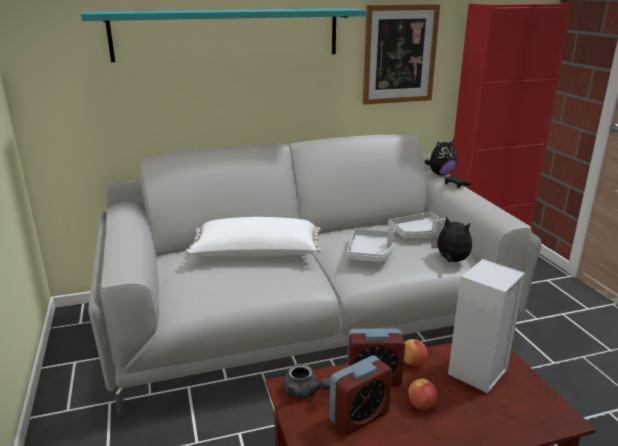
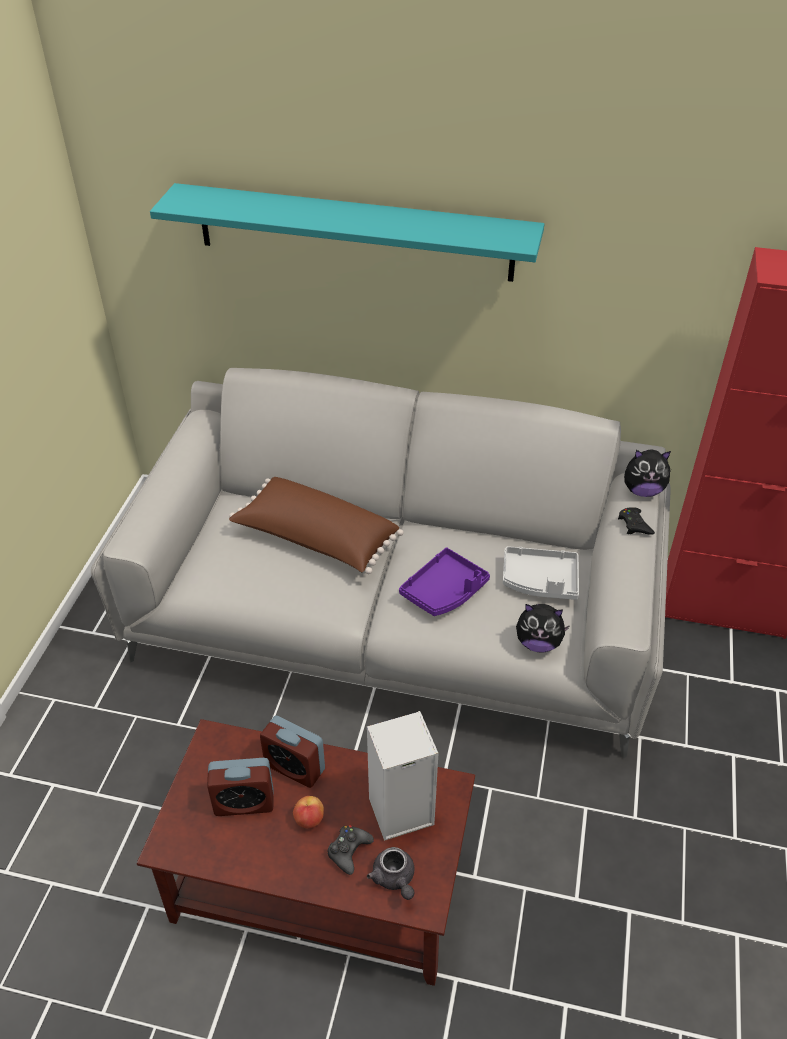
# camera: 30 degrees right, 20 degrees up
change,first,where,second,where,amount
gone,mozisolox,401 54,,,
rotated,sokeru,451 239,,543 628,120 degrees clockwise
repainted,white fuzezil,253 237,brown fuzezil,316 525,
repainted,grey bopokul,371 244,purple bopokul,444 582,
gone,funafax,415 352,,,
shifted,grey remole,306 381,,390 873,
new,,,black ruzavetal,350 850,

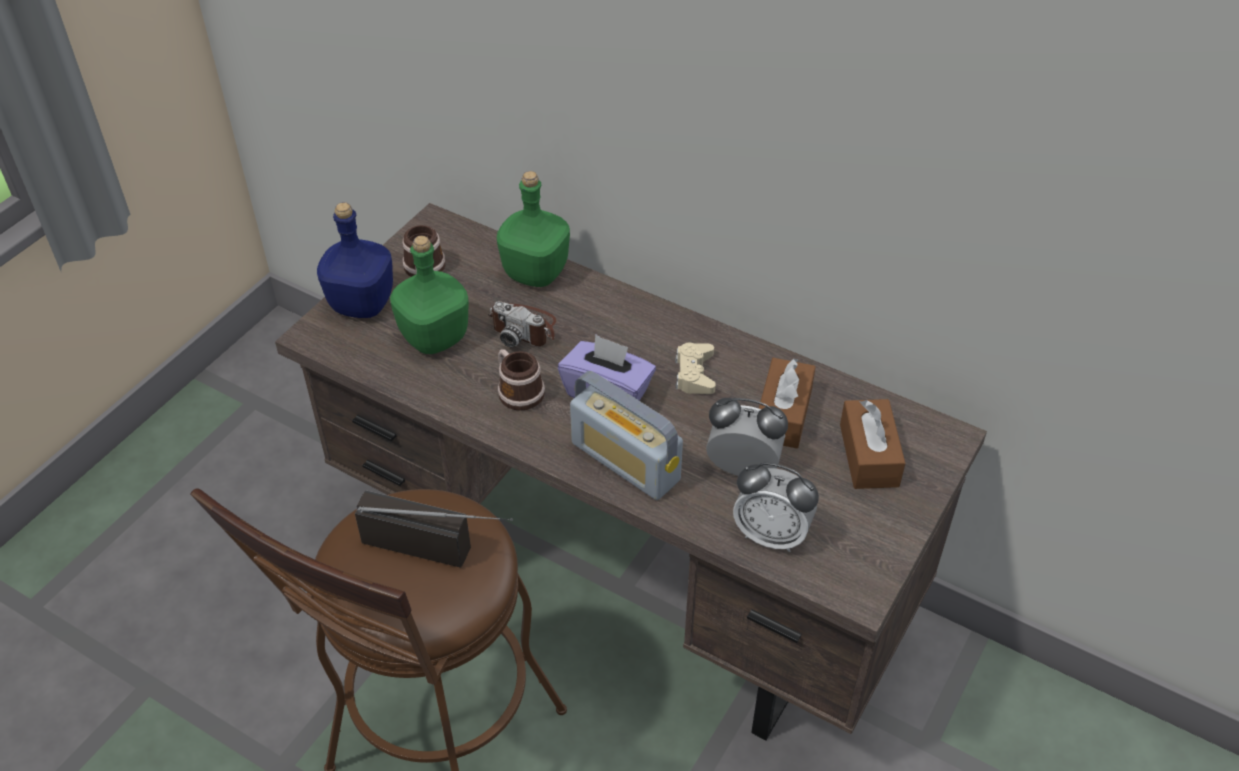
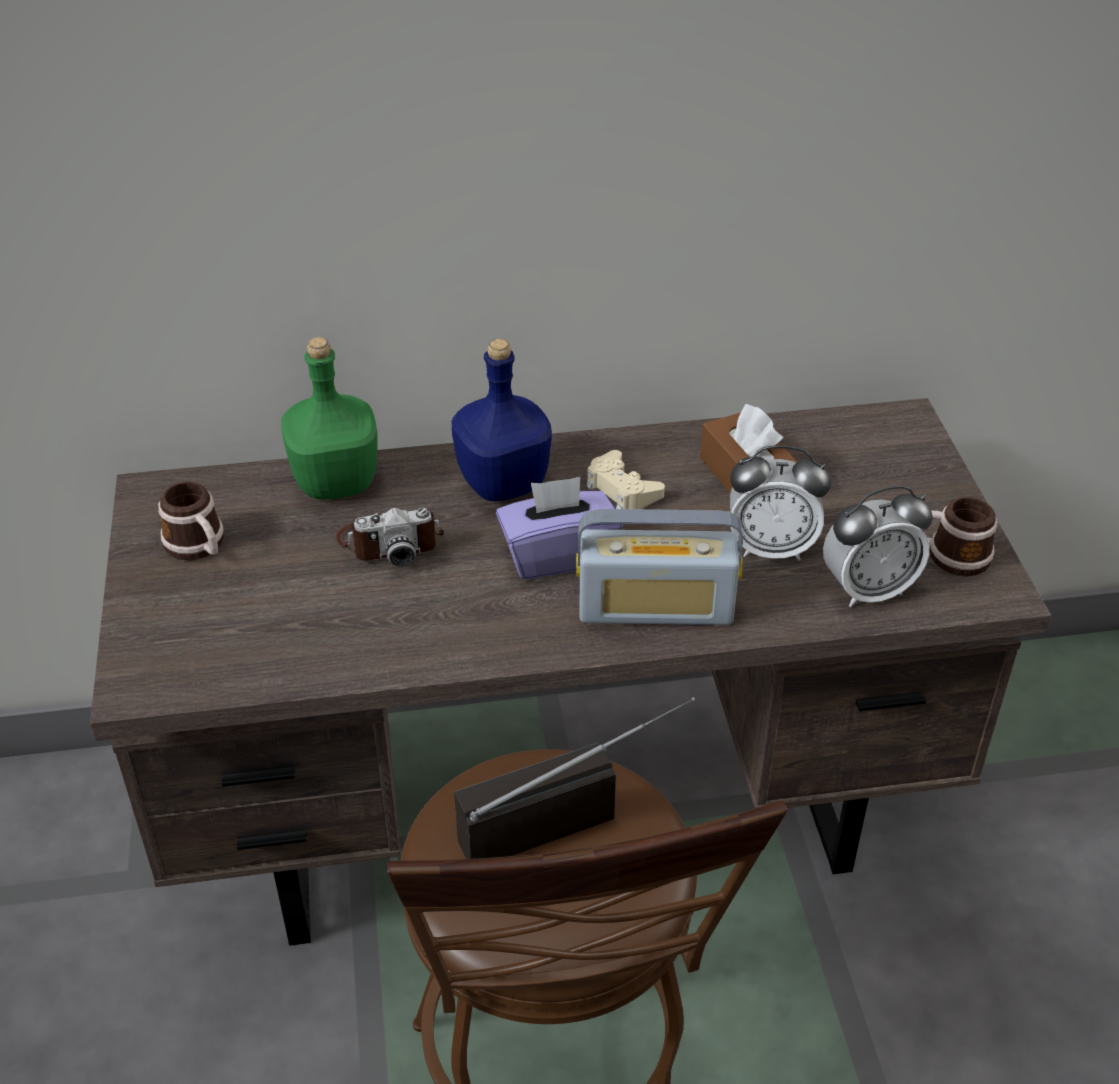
# camera: 40 degrees left, 5 degrees down
change,first,where,second,where,amount
shifted,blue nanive,355 260,,502 420,
gone,green nanive,429 295,,,
shifted,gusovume,521 380,,958 536,
rotated,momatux,747 437,,780 502,150 degrees counterclockwise
gone,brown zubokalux,872 444,,,

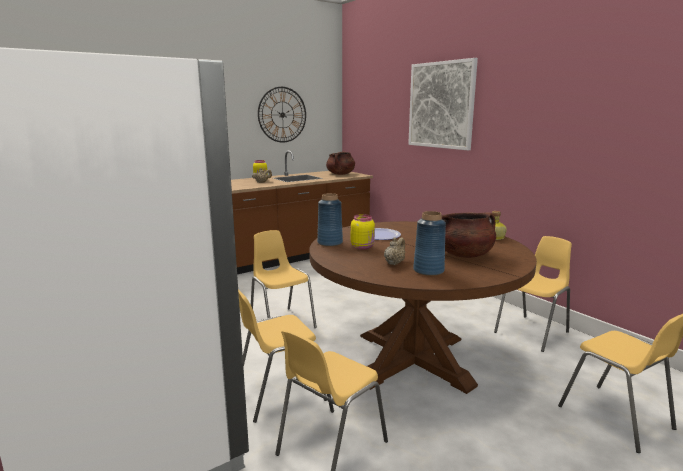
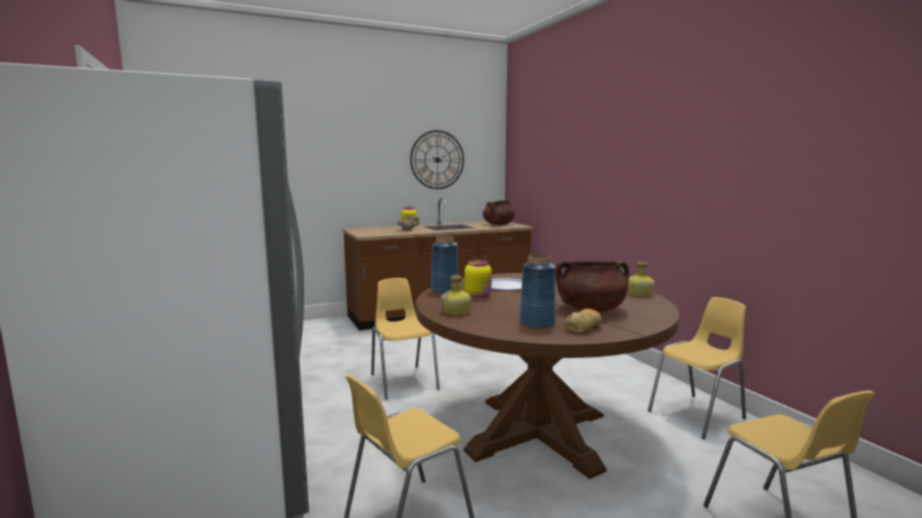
# camera: 10 degrees right, 5 degrees down
change,first,where,second,where,amount
gone,mozisolox,443 104,,,
gone,beige remole,394 251,,,
gone,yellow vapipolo,282 356,,,
new,,,nanive,456 295,
new,,,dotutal,583 321,

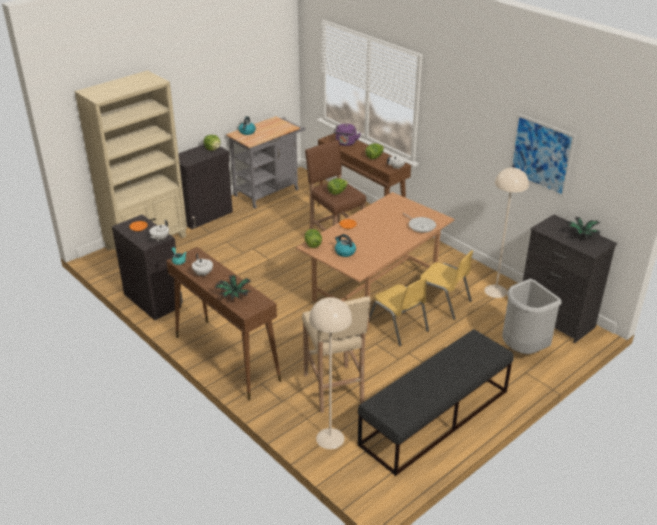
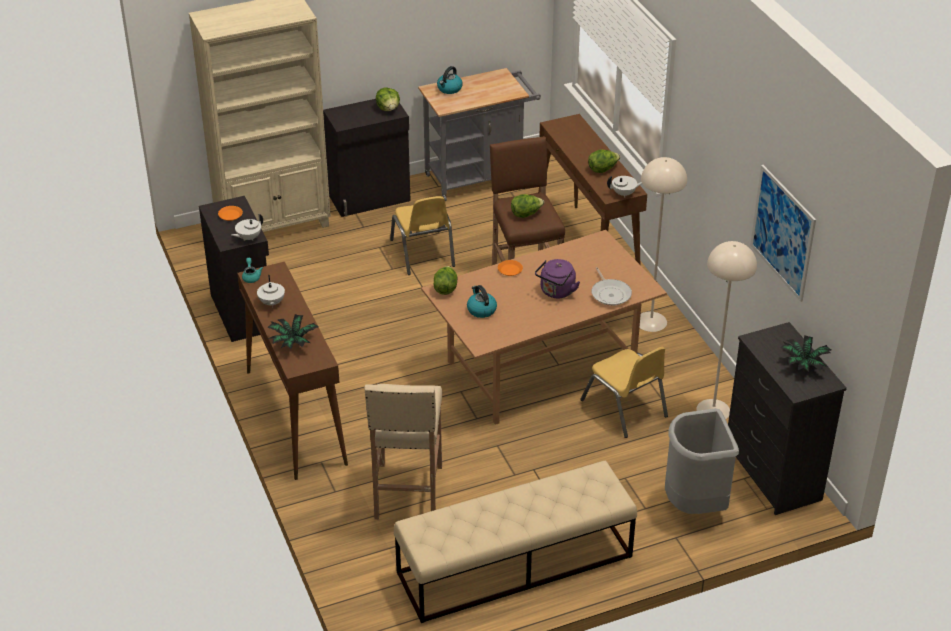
# camera: 20 degrees right, 5 degrees up
change,first,where,second,where,amount
shifted,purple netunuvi,347 135,,557 278,
shifted,yellow vapipolo,399 312,,422 235,
shifted,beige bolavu,330 373,,663 244,
repainted,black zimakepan,436 402,beige zimakepan,515 542,

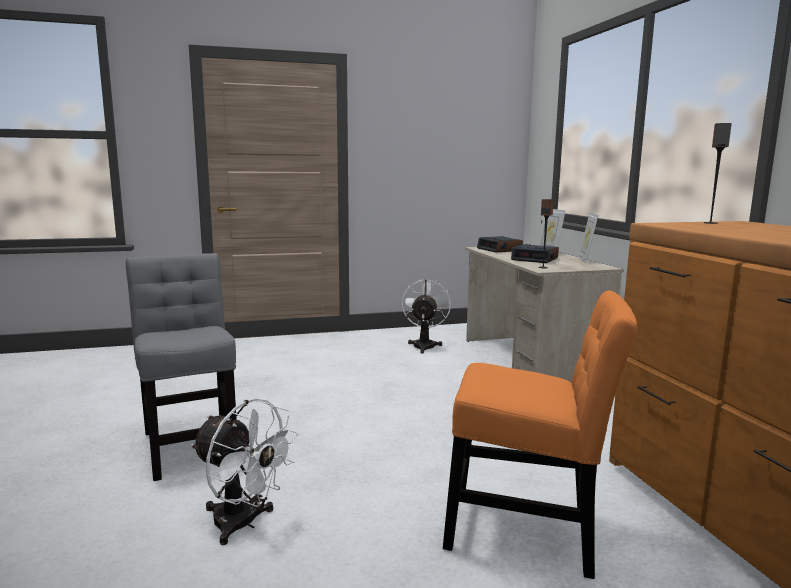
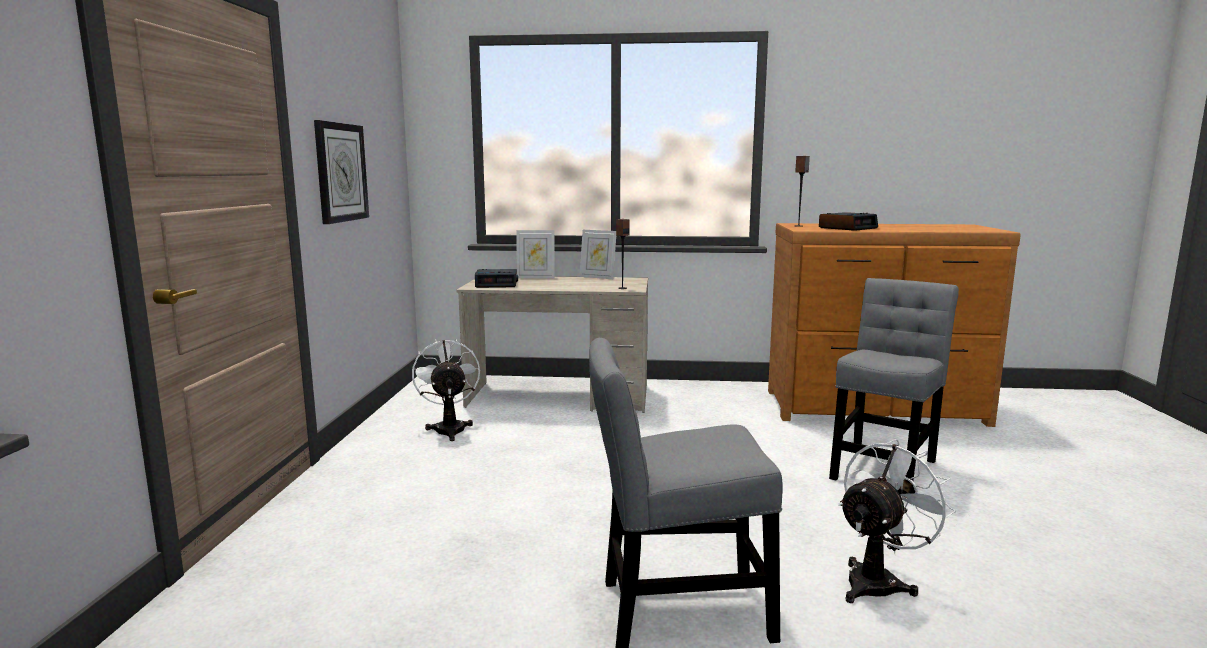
# camera: 70 degrees left, 0 degrees up
change,first,where,second,where,amount
shifted,momatux,535 253,,848 221,
rotated,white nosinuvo,426 316,,446 390,45 degrees clockwise
repainted,orange vapipolo,540 434,grey vapipolo,894 379,
new,,,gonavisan,341 172,

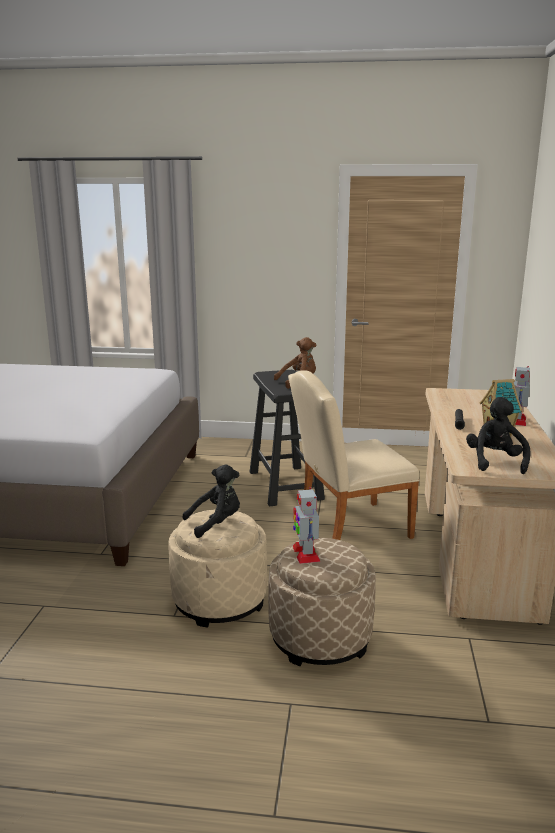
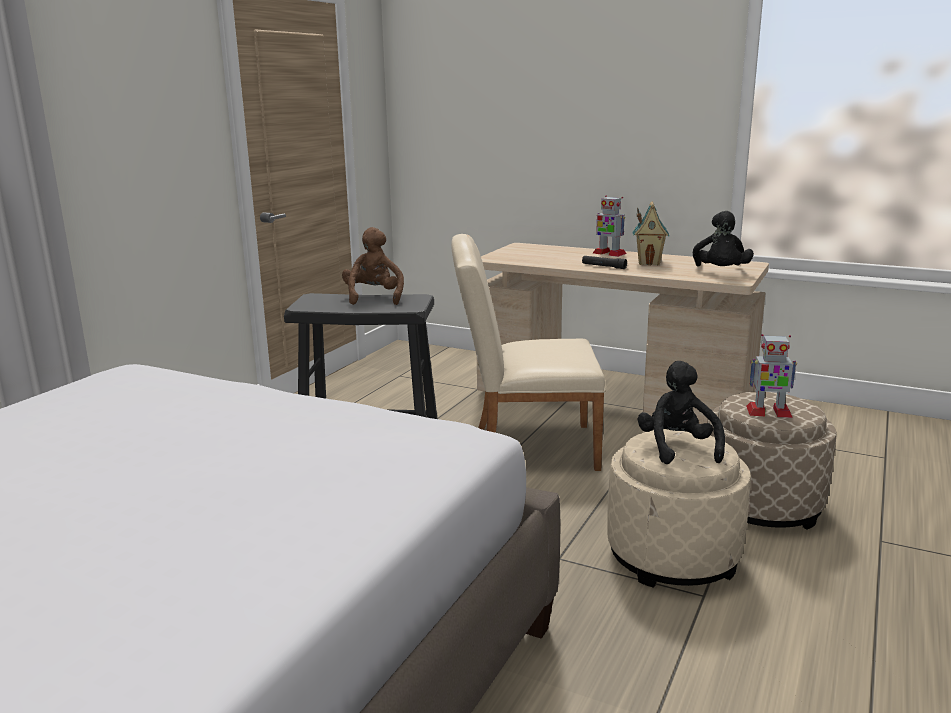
# camera: 70 degrees left, 0 degrees up
change,first,where,second,where,amount
rotated,beige vapipolo,354 455,,528 352,90 degrees clockwise
rotated,black sokeru,498 435,,723 239,105 degrees counterclockwise

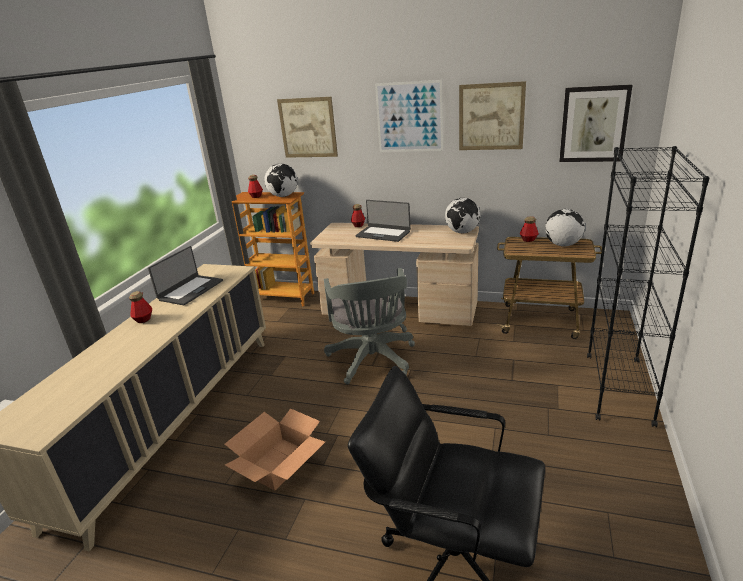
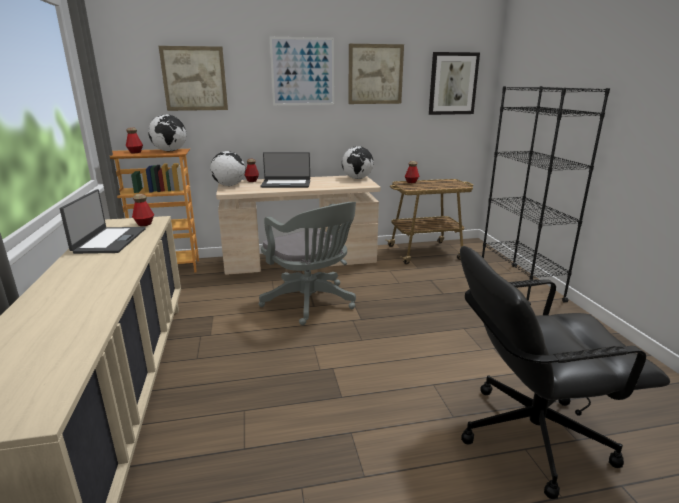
# camera: 30 degrees left, 5 degrees down
change,first,where,second,where,amount
shifted,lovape,565 227,,227 168,
shifted,nanive,140 307,,143 210,
gone,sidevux,275 450,,,

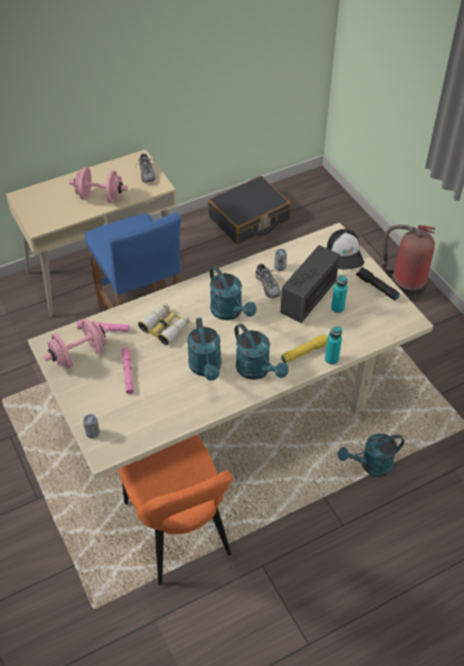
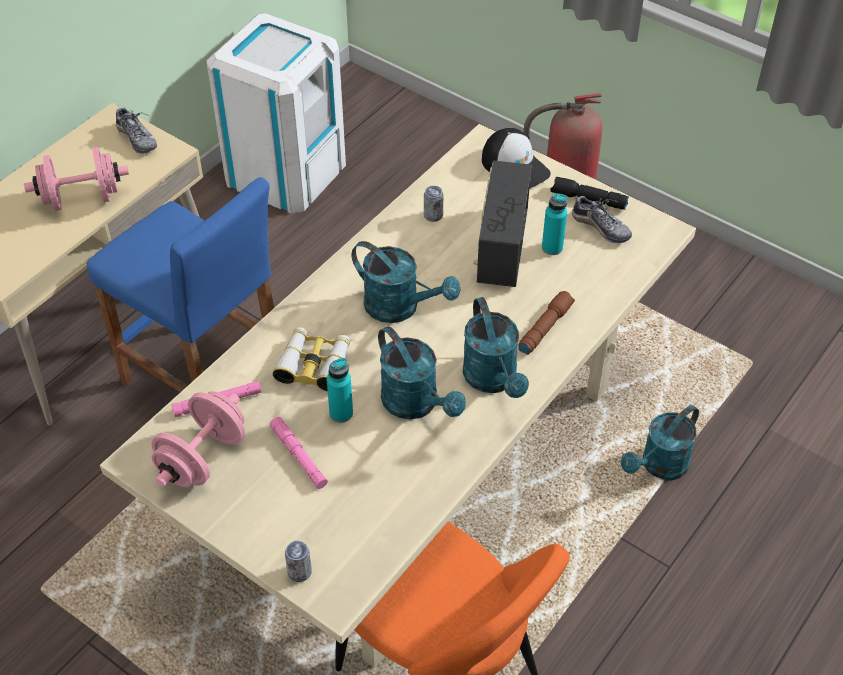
# camera: 25 degrees left, 0 degrees up
change,first,where,second,where,amount
swapped,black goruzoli,249 210,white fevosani,276 113,
shifted,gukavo,268 281,,602 219,
rotated,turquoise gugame,261 352,,496 347,45 degrees clockwise
shifted,turquoise nanive,333 345,,339 390,
repainted,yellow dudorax,304 348,brown dudorax,546 323,

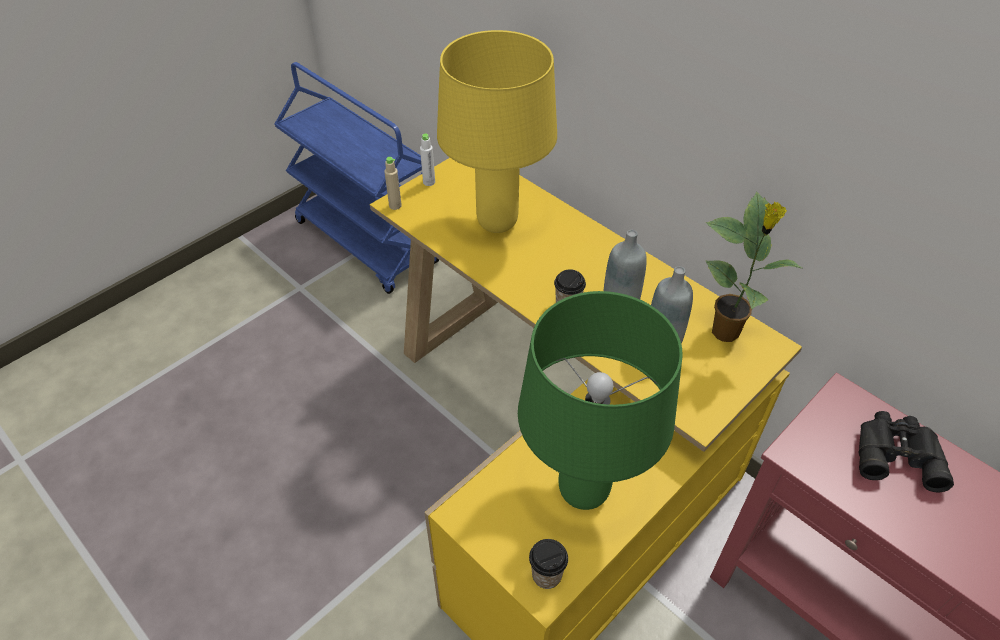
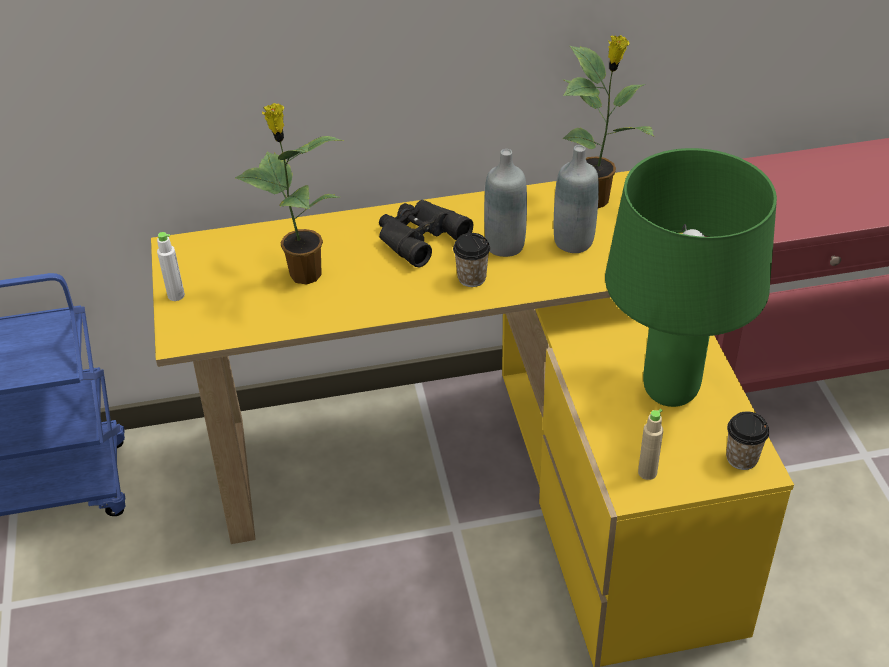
# camera: 55 degrees left, 5 degrees down
change,first,where,second,where,amount
swapped,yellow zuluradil,497 131,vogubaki,289 194,
shifted,beige nanive,393 183,,650 444,
shifted,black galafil,906 451,,426 234,

